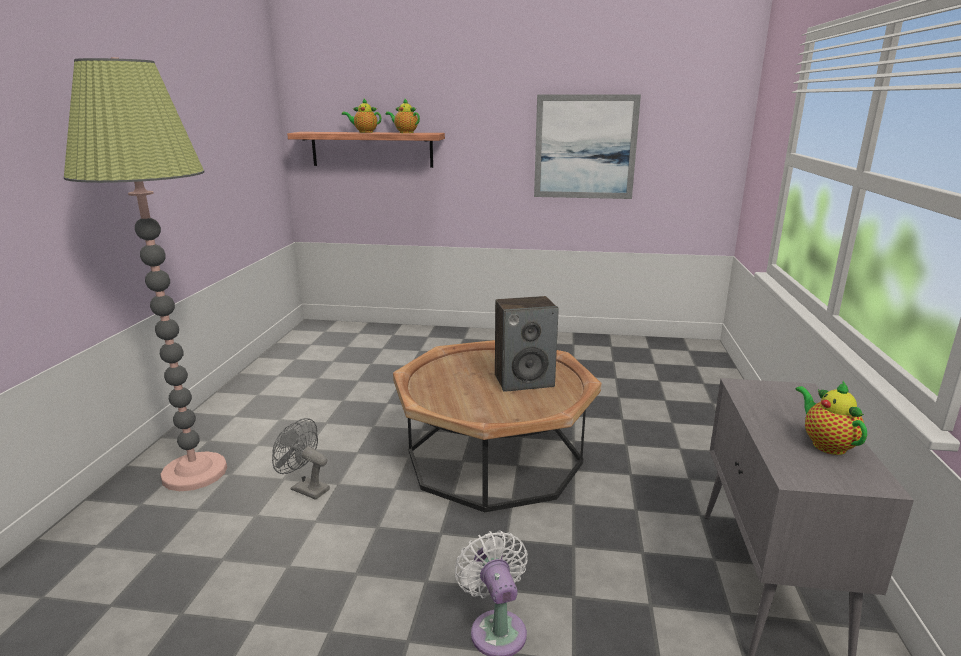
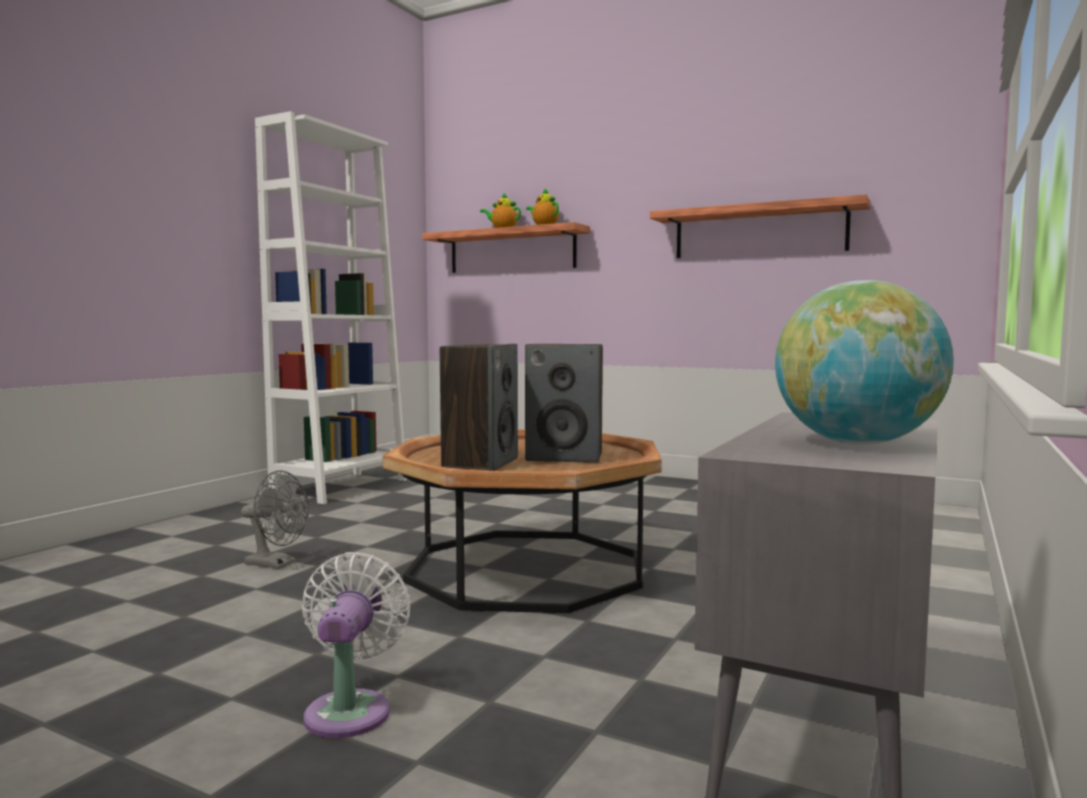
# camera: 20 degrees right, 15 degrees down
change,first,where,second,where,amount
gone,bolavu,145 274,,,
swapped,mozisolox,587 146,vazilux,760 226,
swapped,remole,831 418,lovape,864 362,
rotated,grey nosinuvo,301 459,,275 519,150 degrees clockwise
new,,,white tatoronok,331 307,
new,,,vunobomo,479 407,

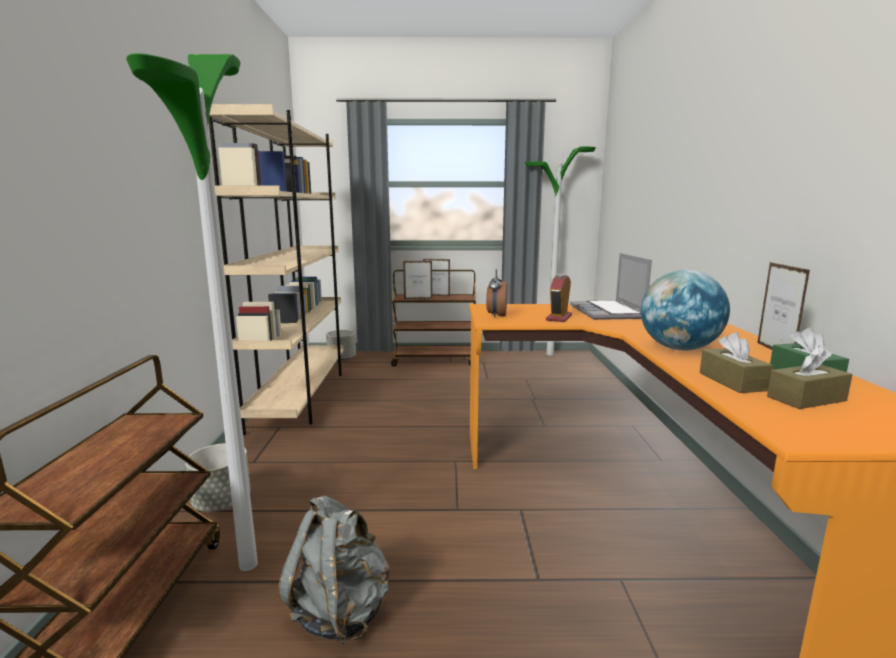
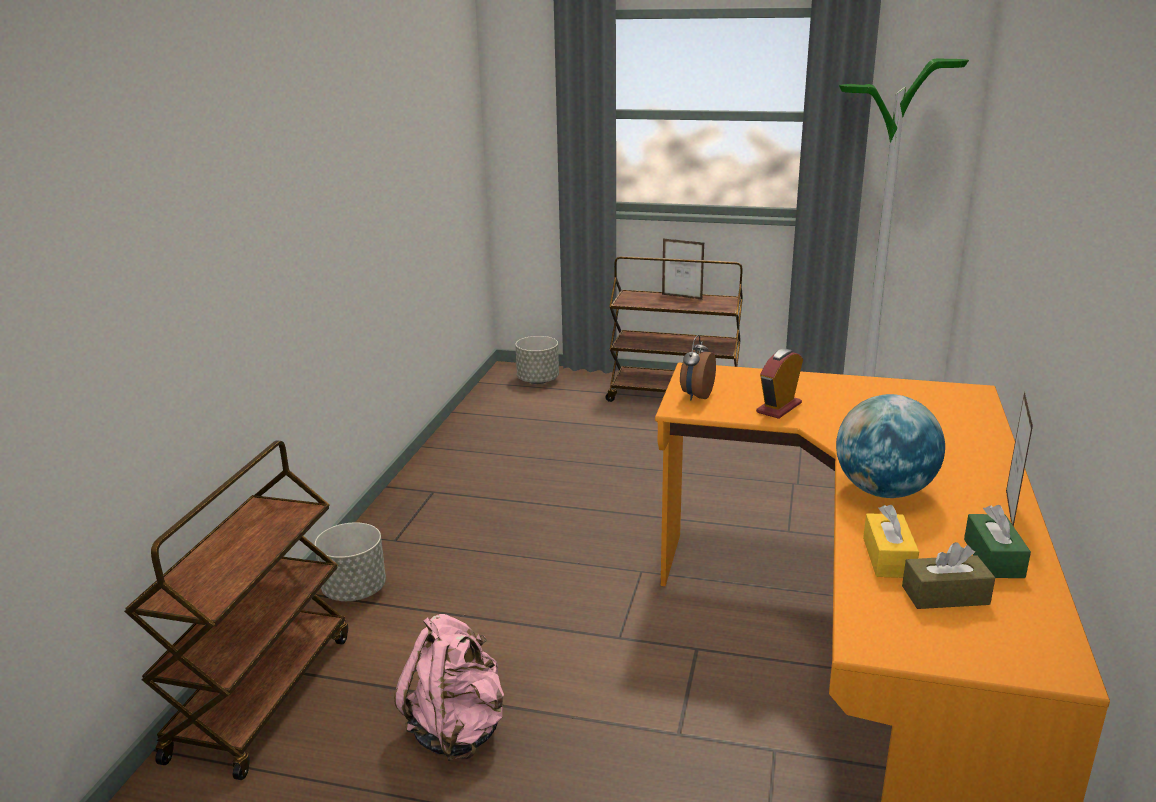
# camera: 15 degrees right, 10 degrees up
change,first,where,second,where,amount
gone,bolavu,192 312,,,
gone,beige tatoronok,276 269,,,
gone,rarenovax,611 286,,,
gone,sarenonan,417 280,,,
repainted,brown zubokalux,736 362,yellow zubokalux,891 541,
repainted,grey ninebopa,334 570,pink ninebopa,449 687,

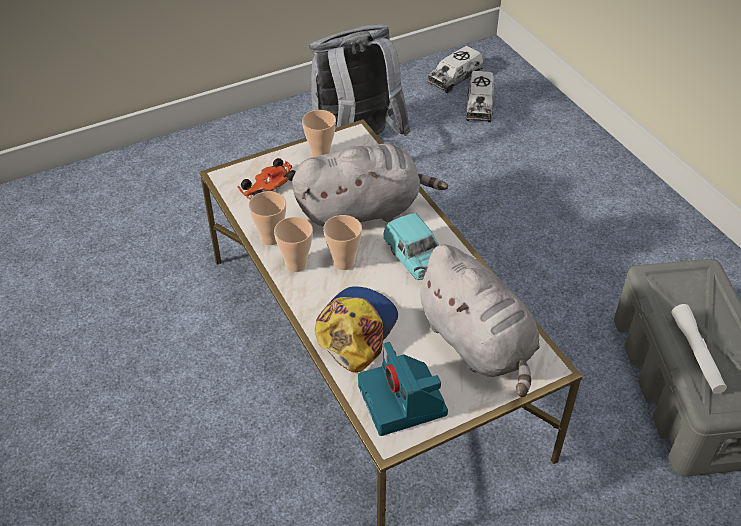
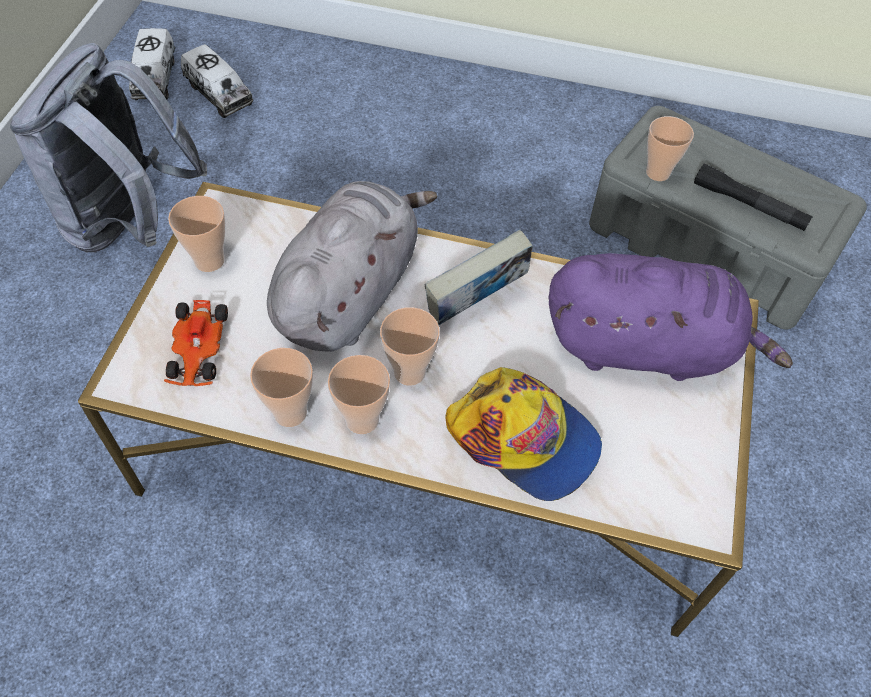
# camera: 50 degrees left, 10 degrees up
change,first,where,second,where,amount
swapped,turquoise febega,411 246,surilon,479 277,
repainted,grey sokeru,477 320,purple sokeru,670 317,
rotated,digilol,356 329,,523 434,150 degrees clockwise
repainted,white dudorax,699 349,black dudorax,753 197,
gone,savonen,403 389,,,
new,,,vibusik,670 148,

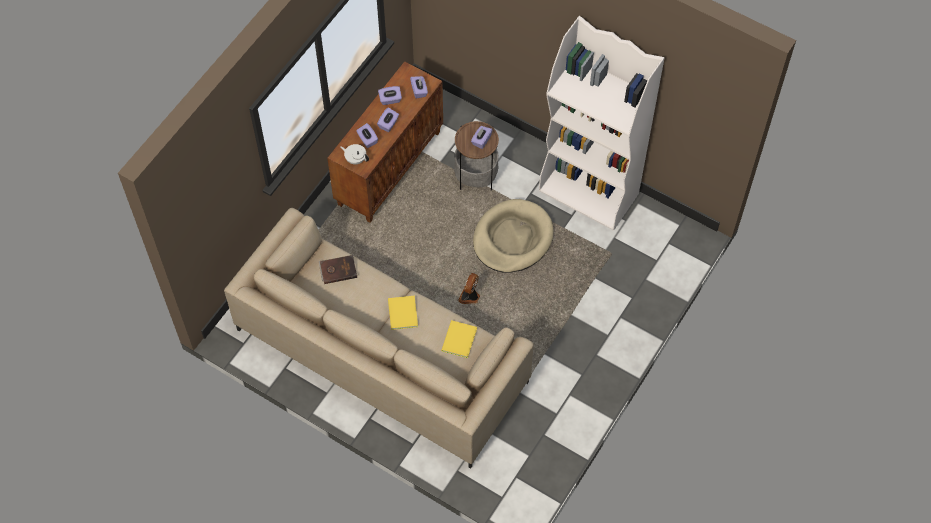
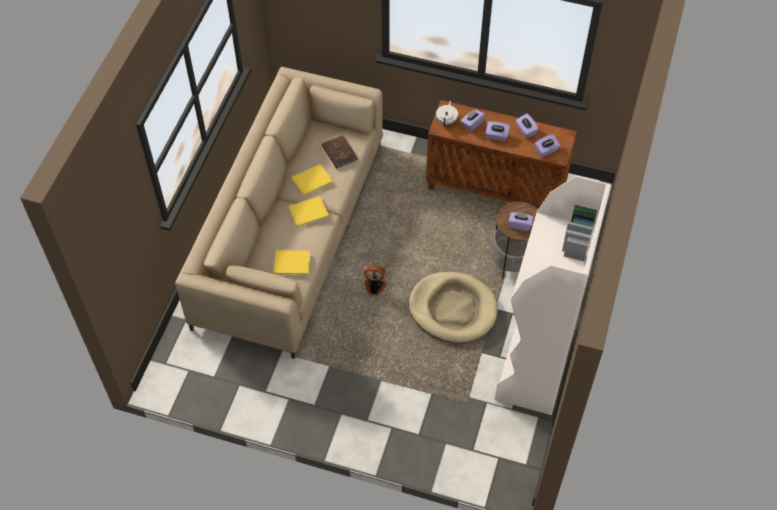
# camera: 75 degrees right, 5 degrees down
change,first,where,second,where,amount
new,,,yellow surilon,312 180,

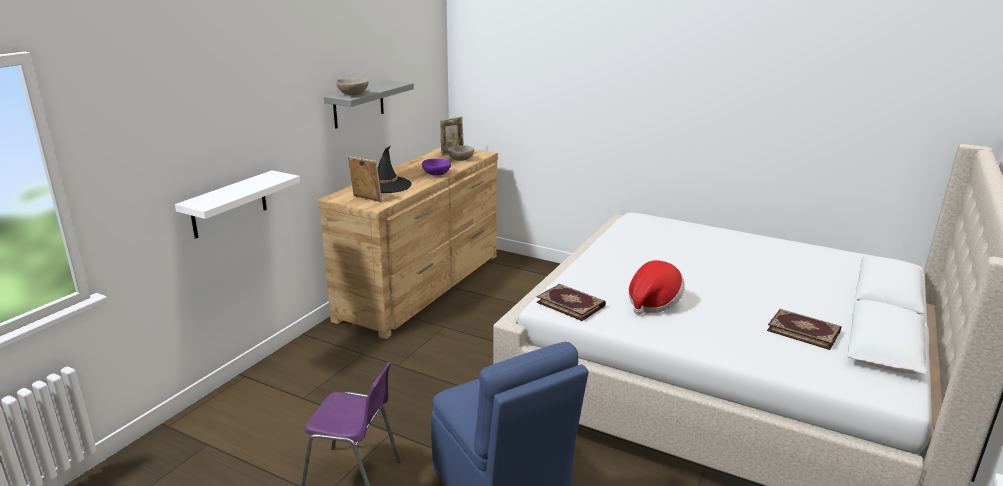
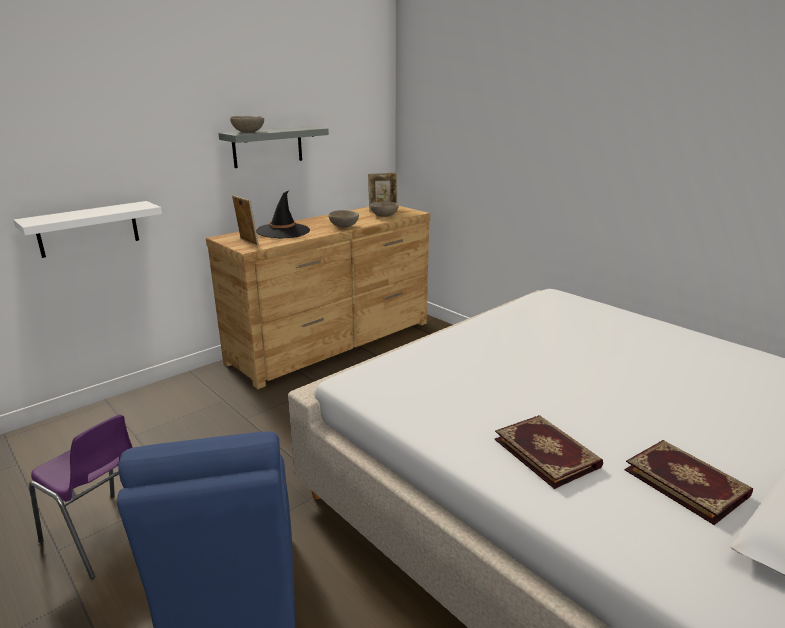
# camera: 20 degrees right, 0 degrees up
change,first,where,second,where,amount
repainted,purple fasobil,436 167,beige fasobil,343 218,
gone,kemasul,657 287,,,
shifted,surilon,571 302,,548 452,

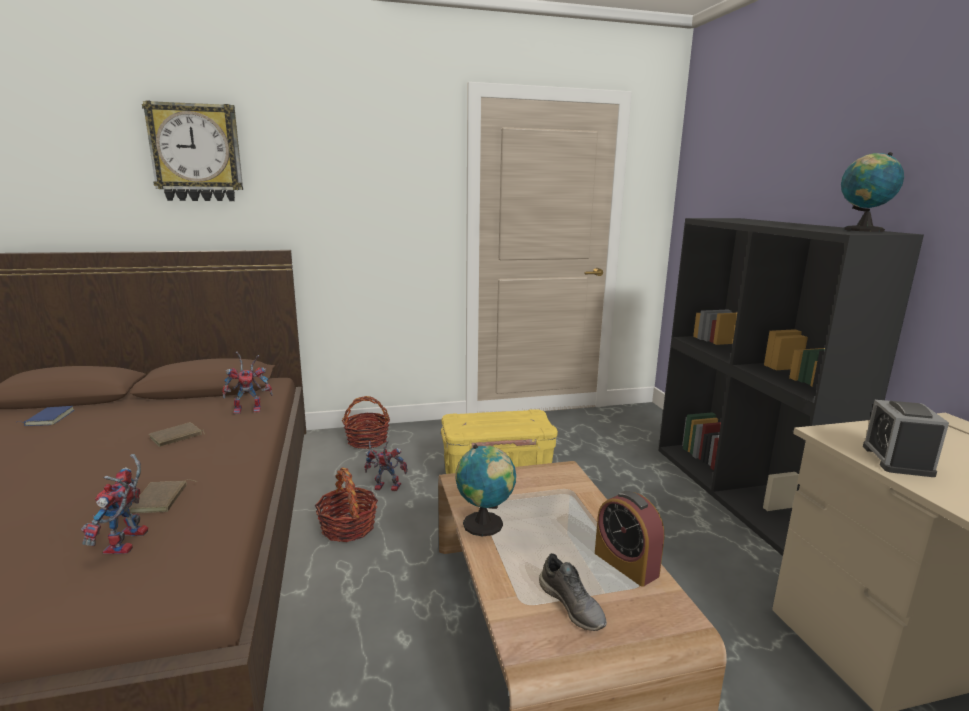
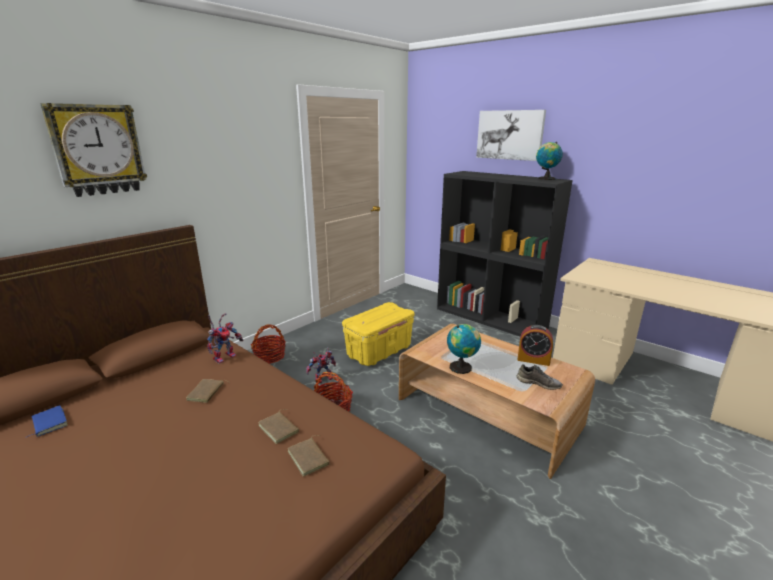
# camera: 35 degrees left, 5 degrees up
change,first,where,second,where,amount
gone,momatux,906 438,,,
swapped,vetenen,114 504,brown surilon,309 456,
new,,,mozisolox,511 135,

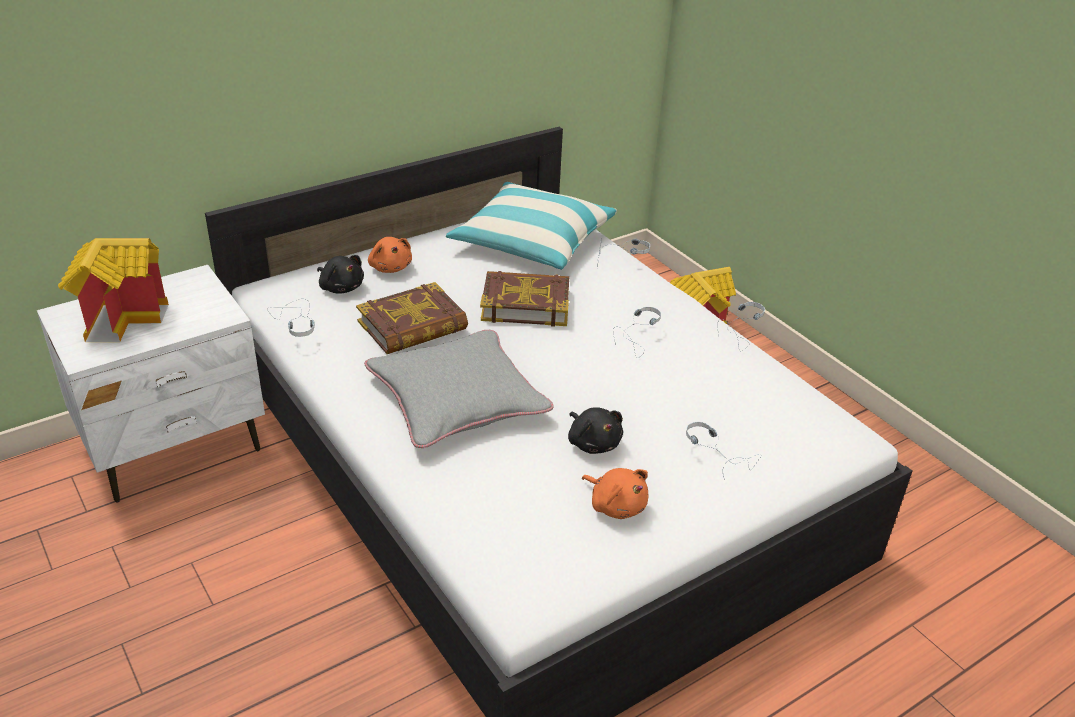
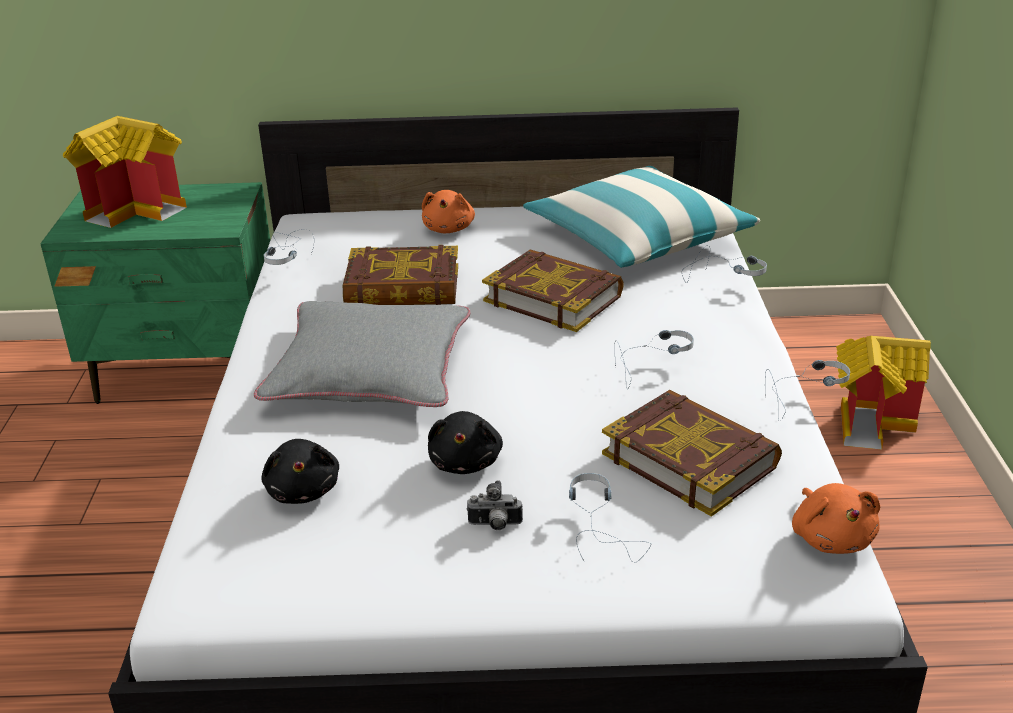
# camera: 35 degrees right, 5 degrees down
change,first,where,second,where,amount
shifted,black sokeru,340 274,,300 471,
repainted,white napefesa,151 384,green napefesa,155 293,
shifted,orange sokeru,615 493,,836 518,
new,,,surilon,692 453,
new,,,savonen,494 505,

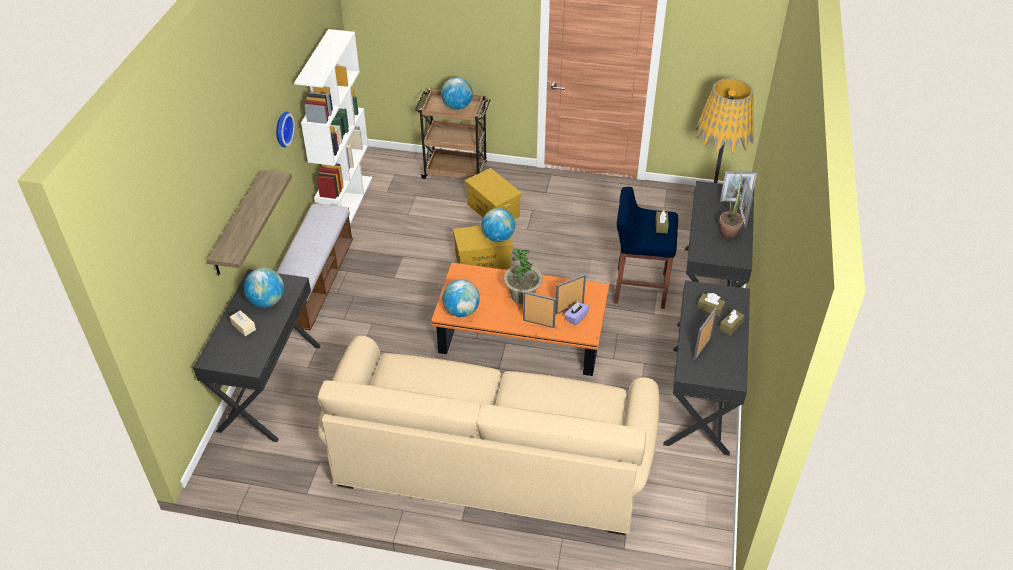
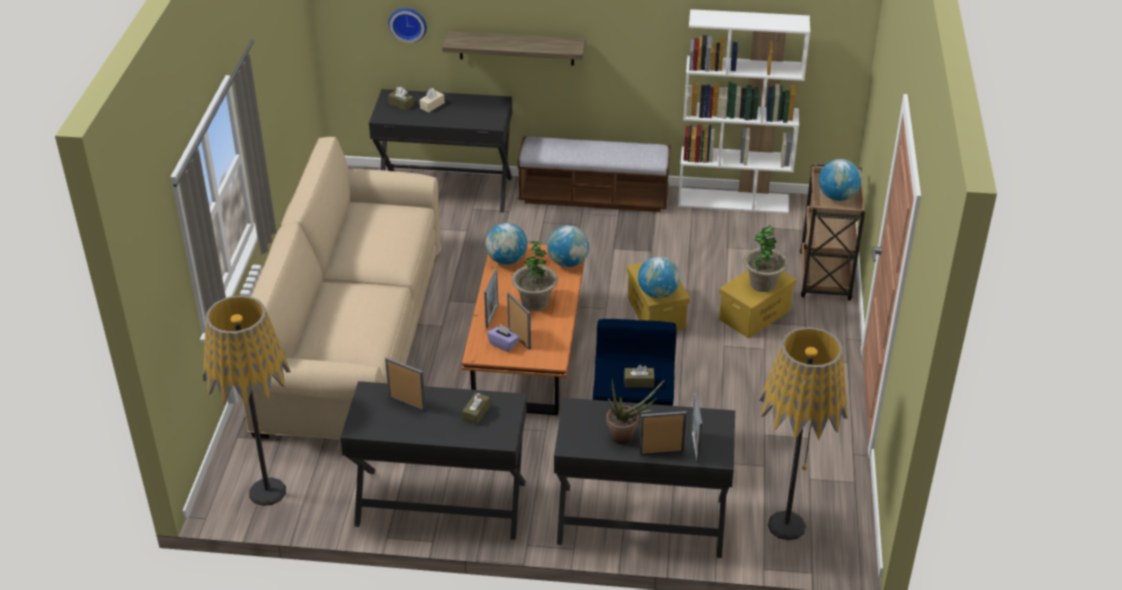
# camera: 85 degrees right, 5 degrees down
change,first,where,second,where,amount
shifted,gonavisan,285 129,,408 25,
shifted,lovape,263 287,,568 246,
shifted,brown zubokalux,732 322,,401 99,
new,,,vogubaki,765 258,
new,,,bolavu,247 400,

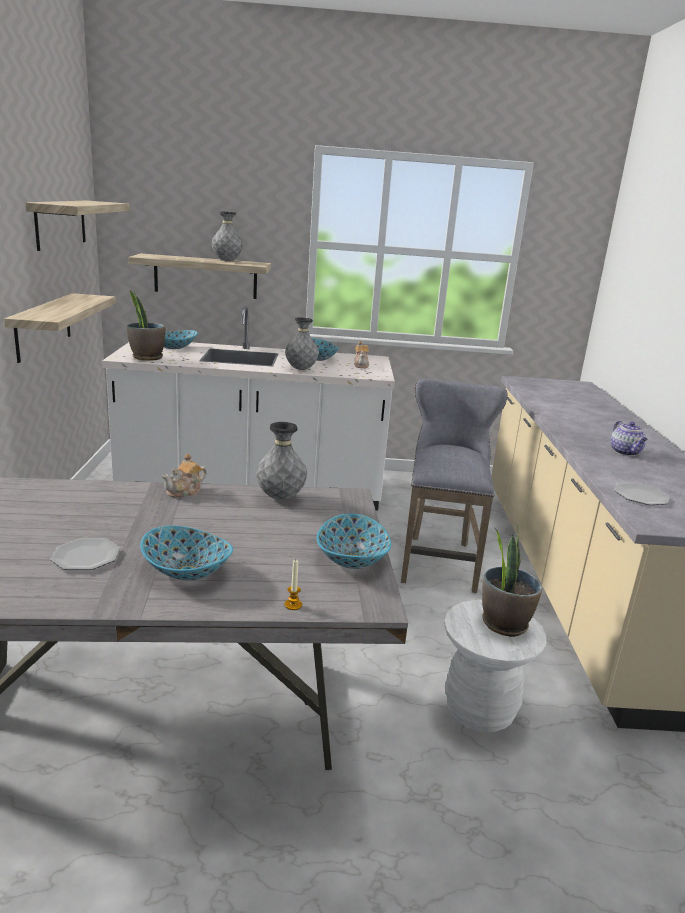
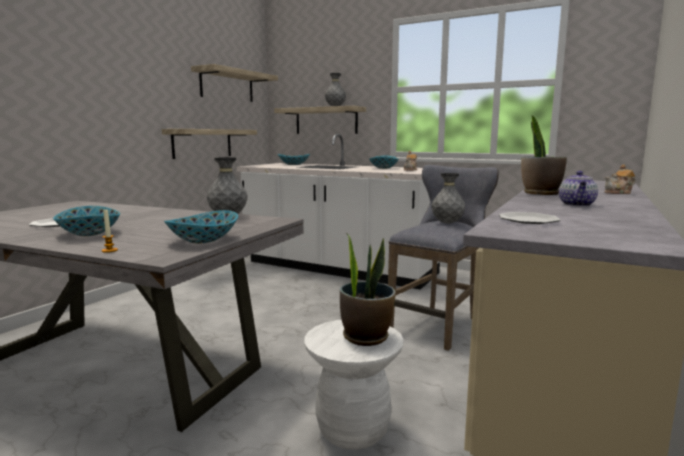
# camera: 30 degrees right, 10 degrees down
change,first,where,second,where,amount
shifted,vogubaki,146 325,,544 155,
shifted,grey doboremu,302 343,,448 198,
shifted,remole,184 476,,620 179,

